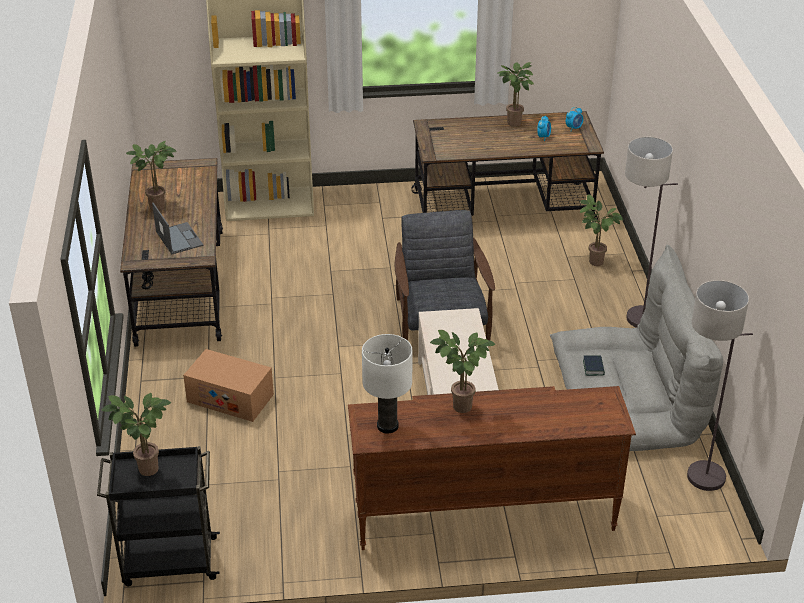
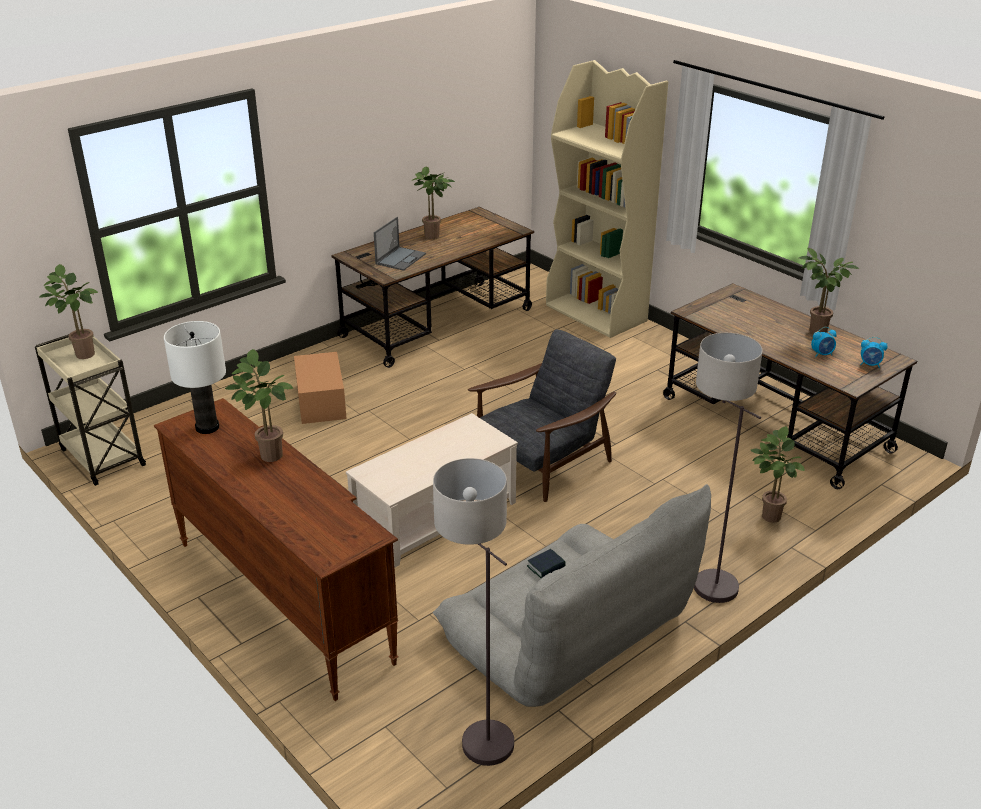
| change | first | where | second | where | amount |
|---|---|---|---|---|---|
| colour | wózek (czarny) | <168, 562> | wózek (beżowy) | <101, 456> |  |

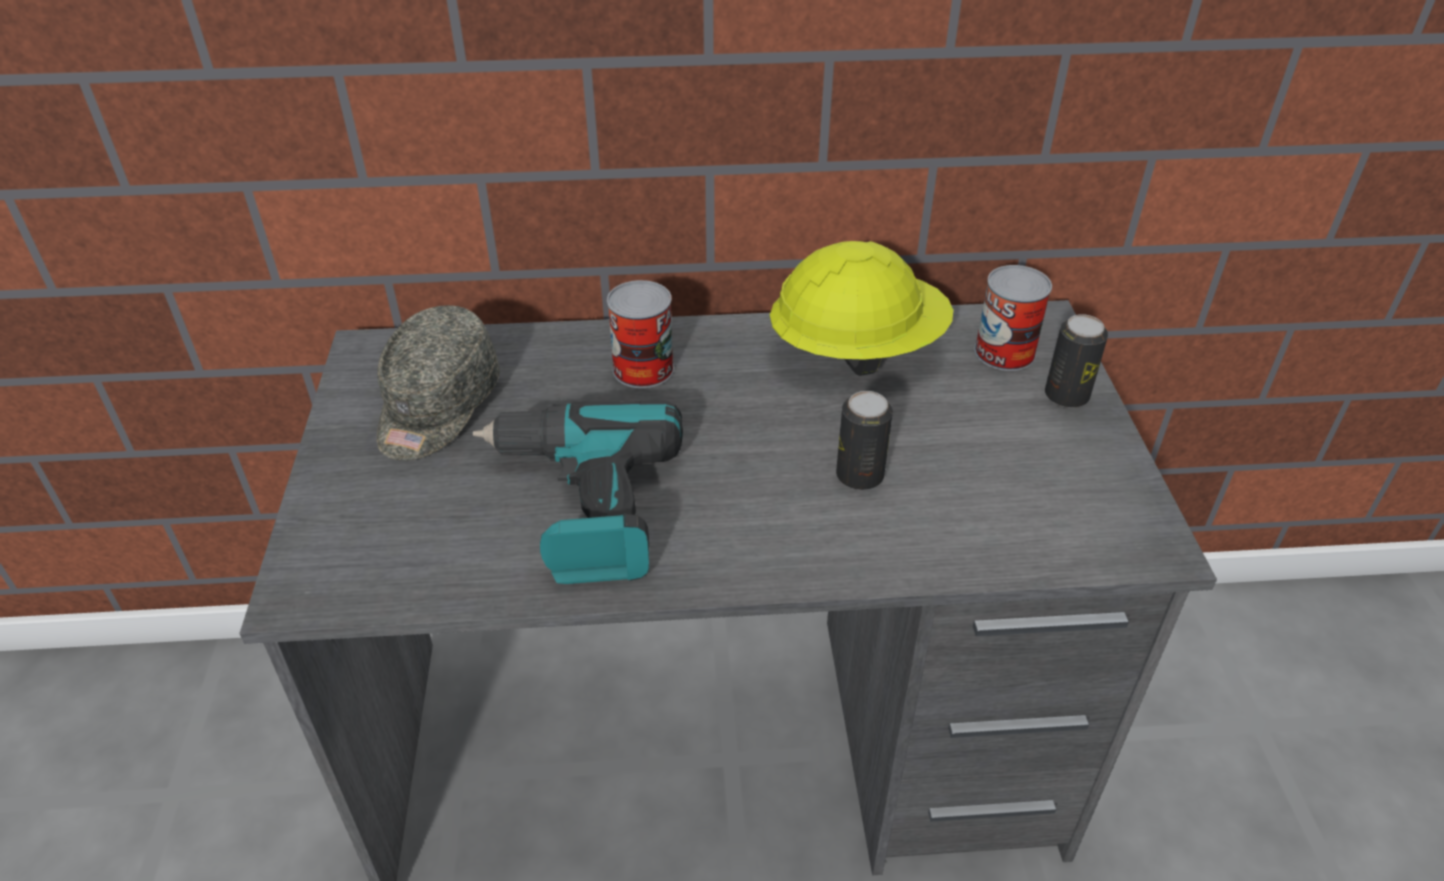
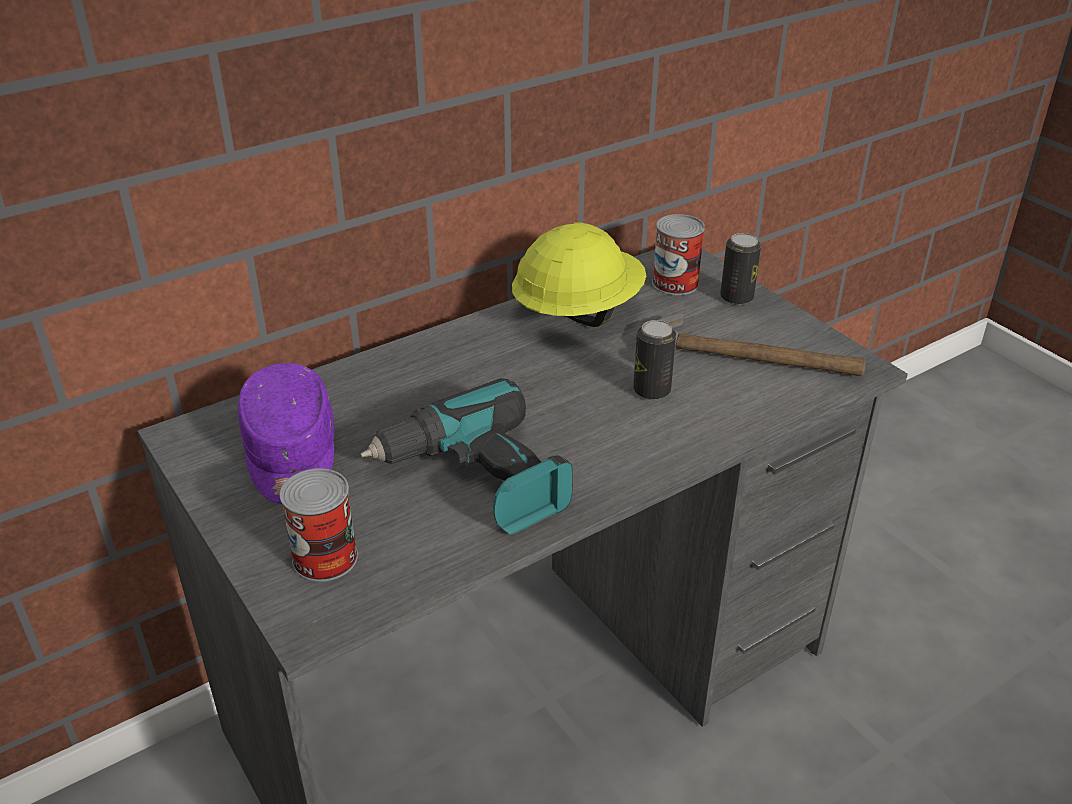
| change | first | where | second | where | amount |
|---|---|---|---|---|---|
| colour | czapka z daszkiem (szary) | <436, 408> | czapka z daszkiem (fioletowy) | <291, 456> |  |
| relocated | puszka | <643, 369> |  | <325, 558> |  |
| appeared |  |  | młotek | <752, 358> |  |

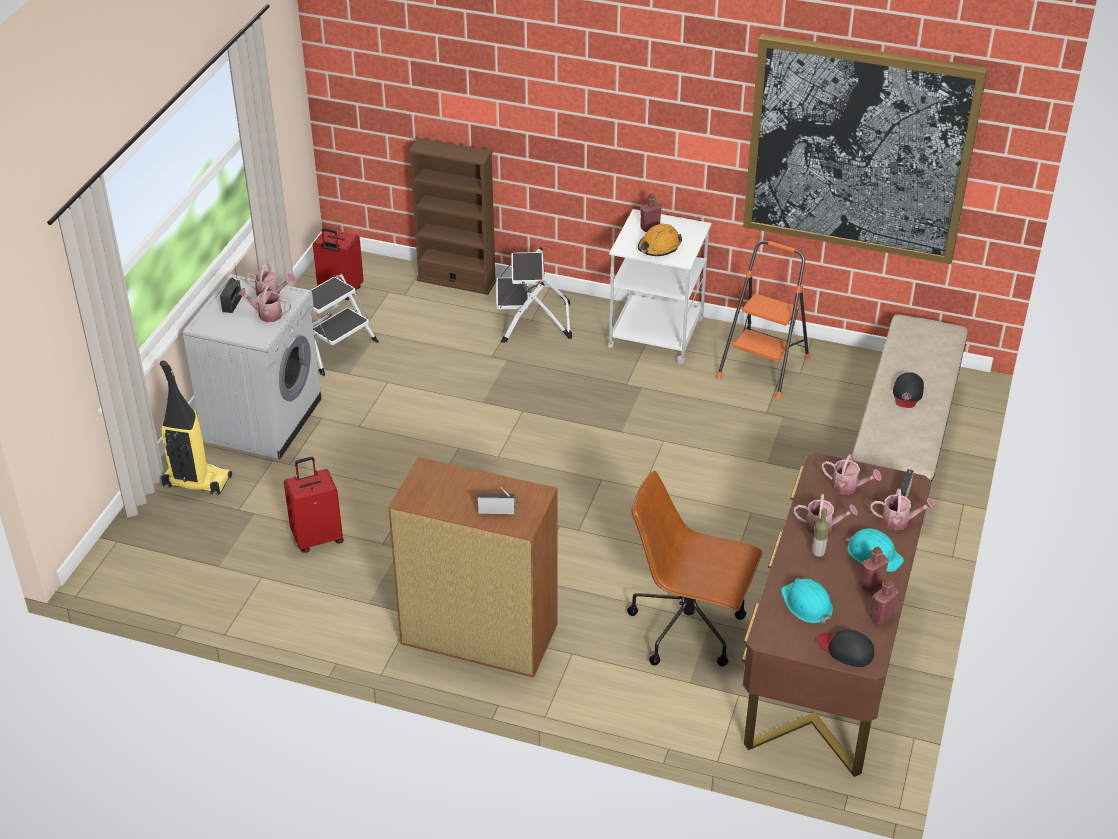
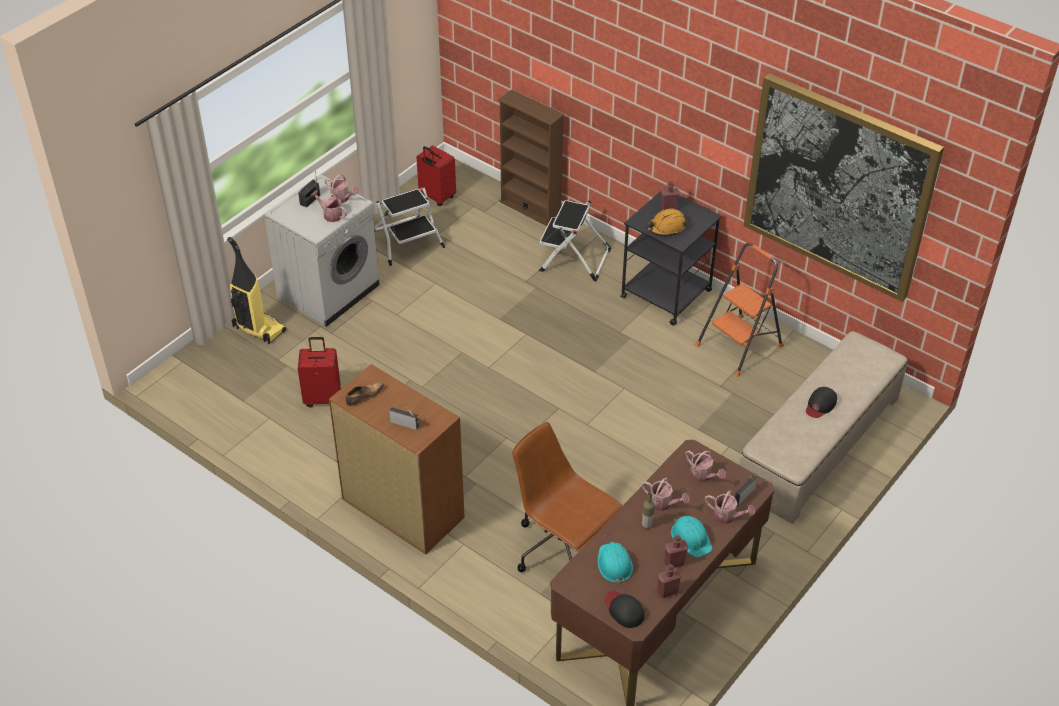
| change | first | where | second | where | amount |
|---|---|---|---|---|---|
| colour | wózek (biały) | <657, 334> | wózek (czarny) | <667, 295> |  |
| appeared |  |  | but | <363, 396> |  |

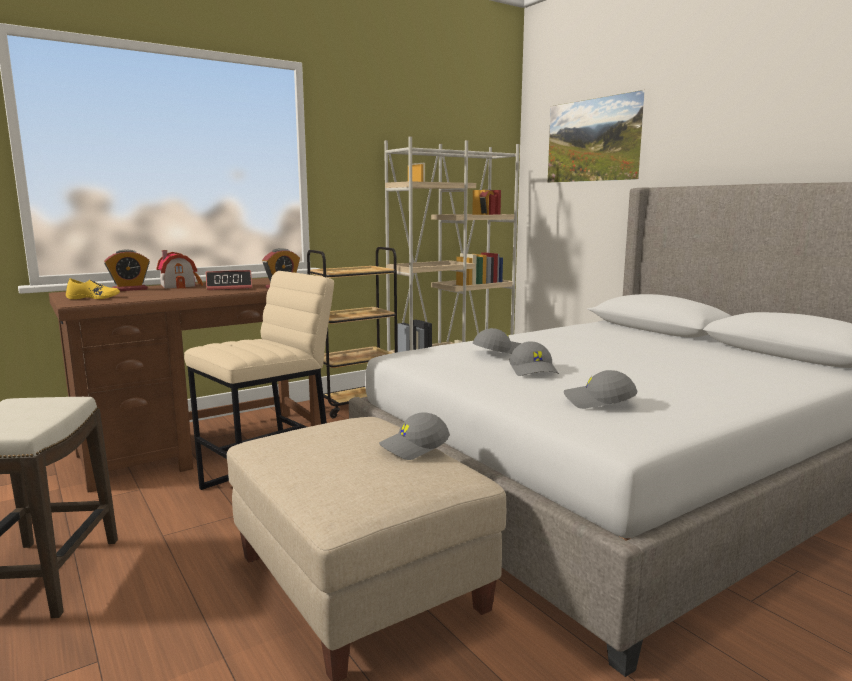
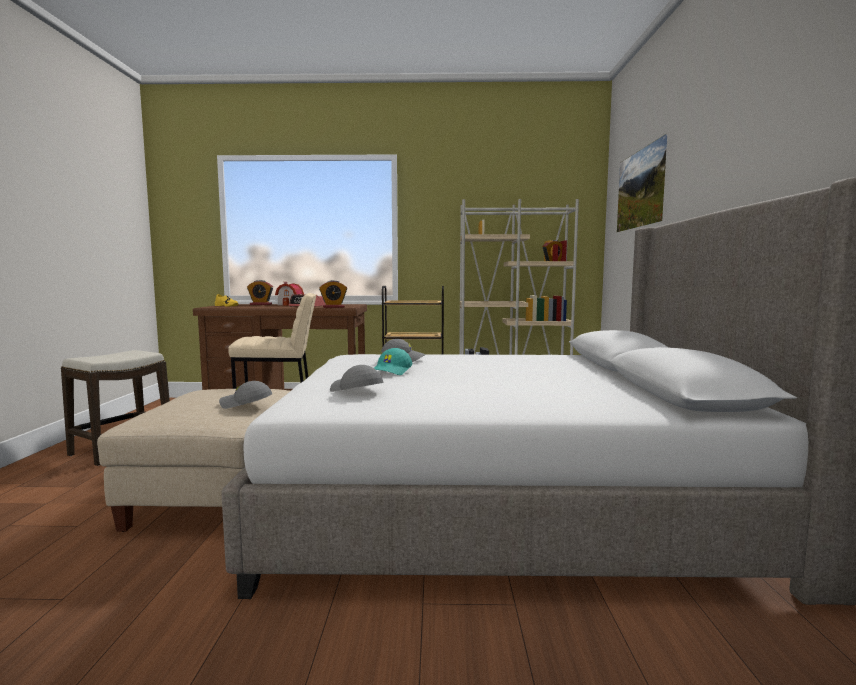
| change | first | where | second | where | amount |
|---|---|---|---|---|---|
| colour | czapka z daszkiem (szary) | <534, 370> | czapka z daszkiem (turkusowy) | <392, 371> |  |

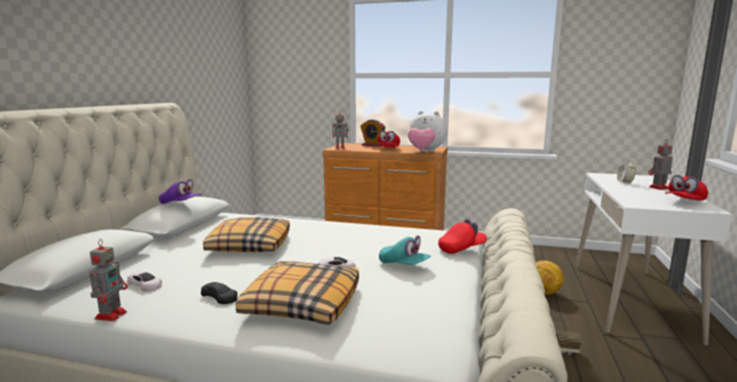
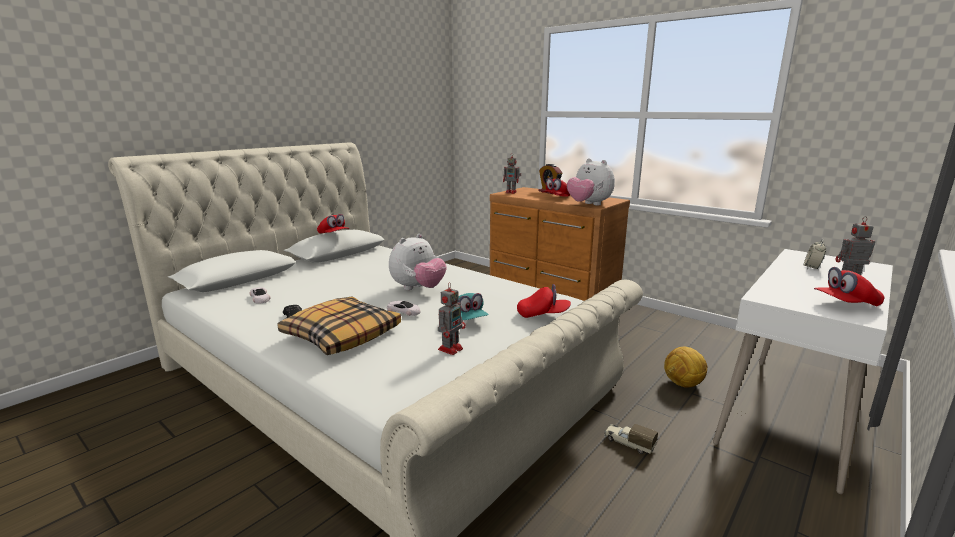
| change | first | where | second | where | amount |
|---|---|---|---|---|---|
| relocated | robot zabawkowy | <112, 314> |  | <451, 348> |  |
| colour | czapka z daszkiem (fioletowy) | <181, 204> | czapka z daszkiem (czerwony) | <333, 235> |  |
| missing | poduszka | <249, 245> |  |  |  |
| appeared |  |  | pluszak | <418, 289> |  |

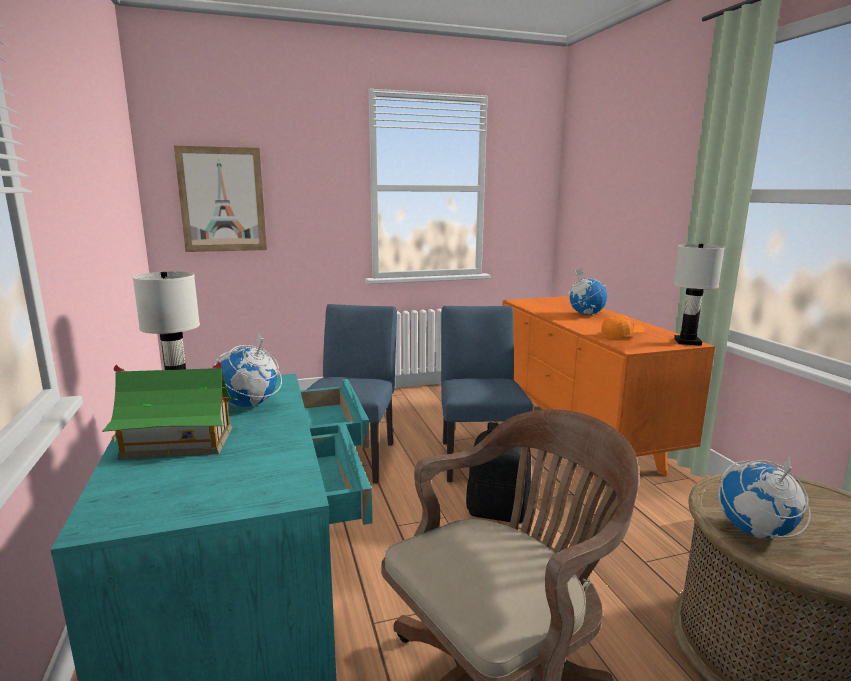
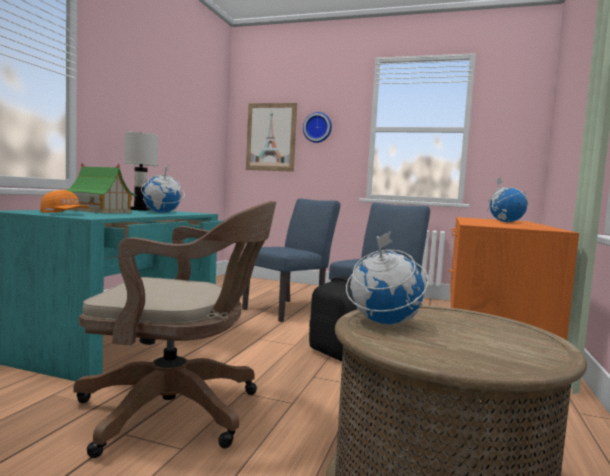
| change | first | where | second | where | amount |
|---|---|---|---|---|---|
| relocated | czapka z daszkiem (pomarańczowy) | <621, 335> |  | <65, 214> |  |
| missing | lampa stołowa (biały) | <687, 342> |  |  |  |
| appeared |  |  | zegar ścienny | <318, 127> |  |

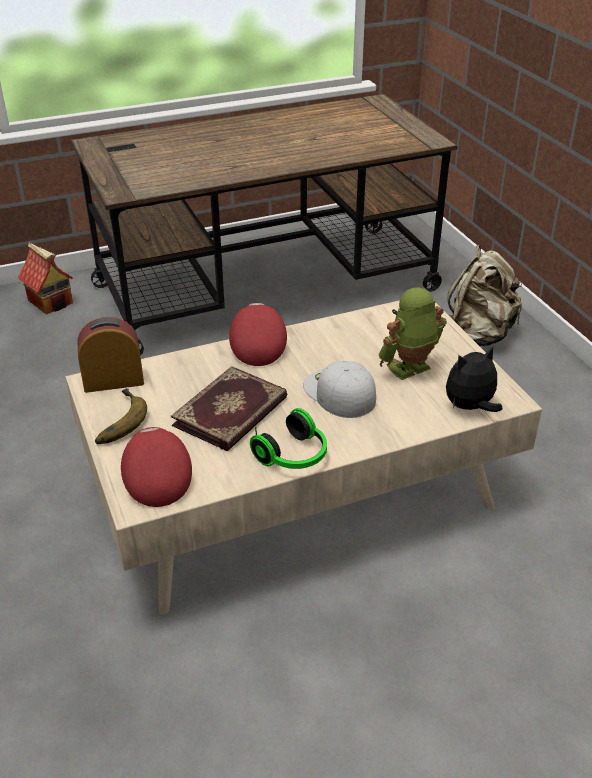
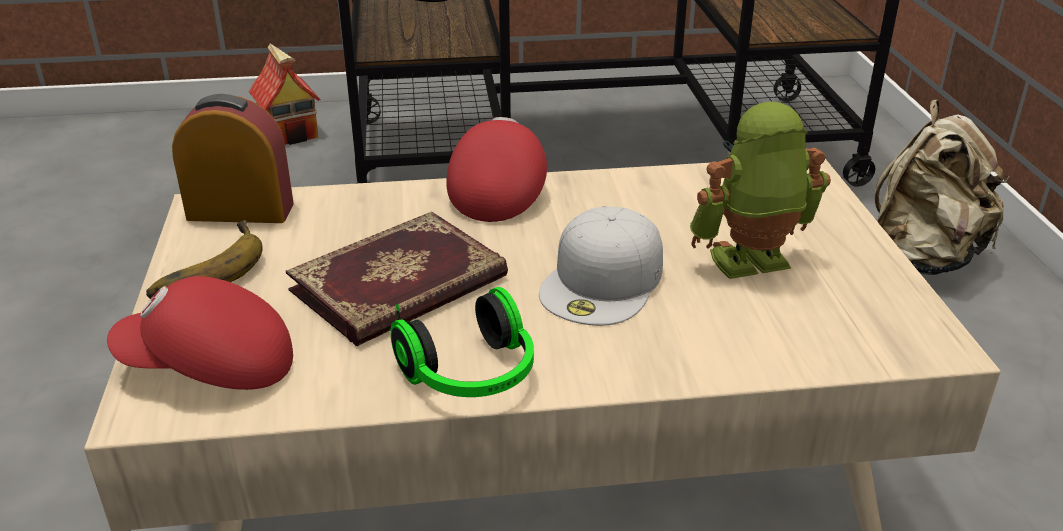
| change | first | where | second | where | amount |
|---|---|---|---|---|---|
| spun | czapka z daszkiem (czerwony) | <156, 477> |  | <210, 368> | 90 degrees counterclockwise |
| spun | czapka z daszkiem (biały) | <338, 392> |  | <603, 282> | 135 degrees counterclockwise |
| missing | pluszak | <470, 407> |  |  |  |

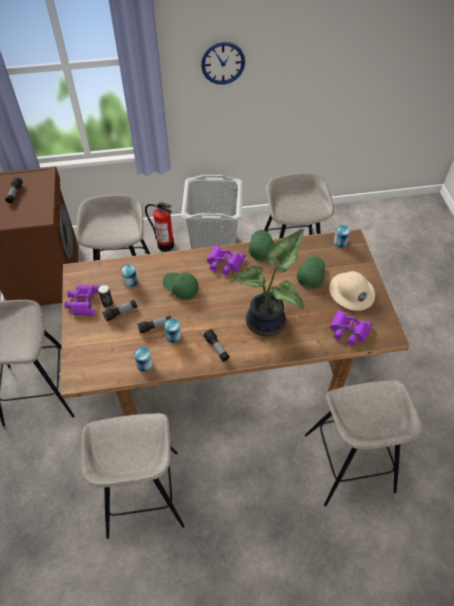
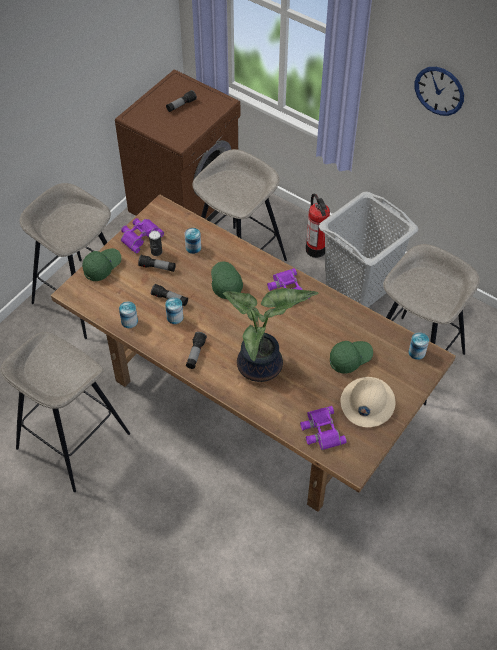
| change | first | where | second | where | amount |
|---|---|---|---|---|---|
| relocated | czapka z daszkiem (zielony) | <261, 248> |  | <102, 267> |  |
| missing | stołek (szary) | <348, 463> |  |  |  |

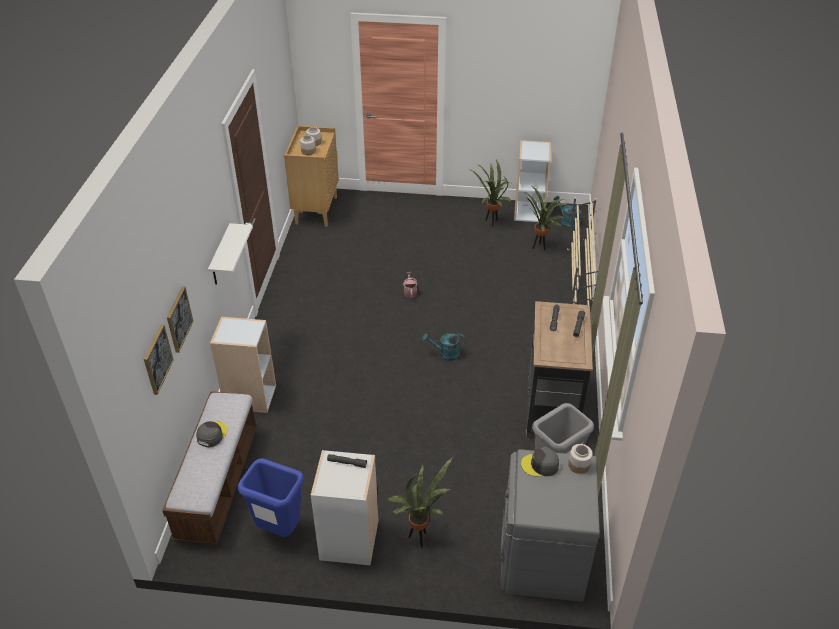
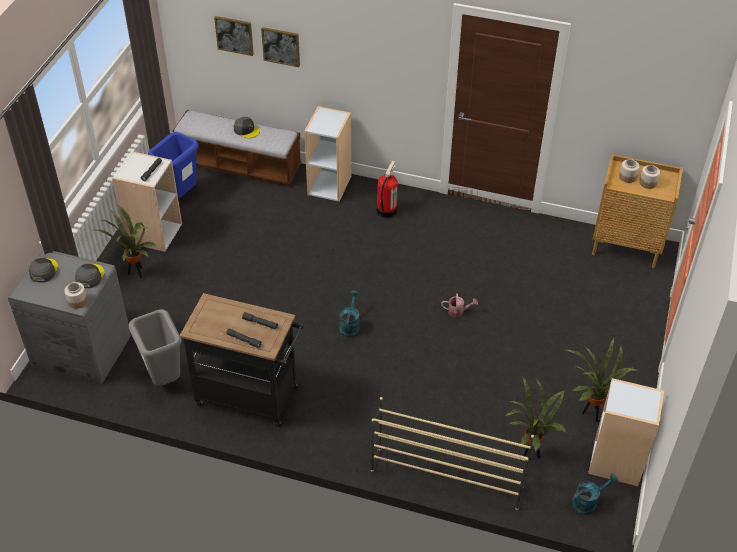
| change | first | where | second | where | amount |
|---|---|---|---|---|---|
| missing | półka (biały) | <221, 256> |  |  |  |
| appeared |  |  | czapka z daszkiem (szary) | <43, 271> |  |
| appeared |  |  | gaśnica | <386, 210> |  |

